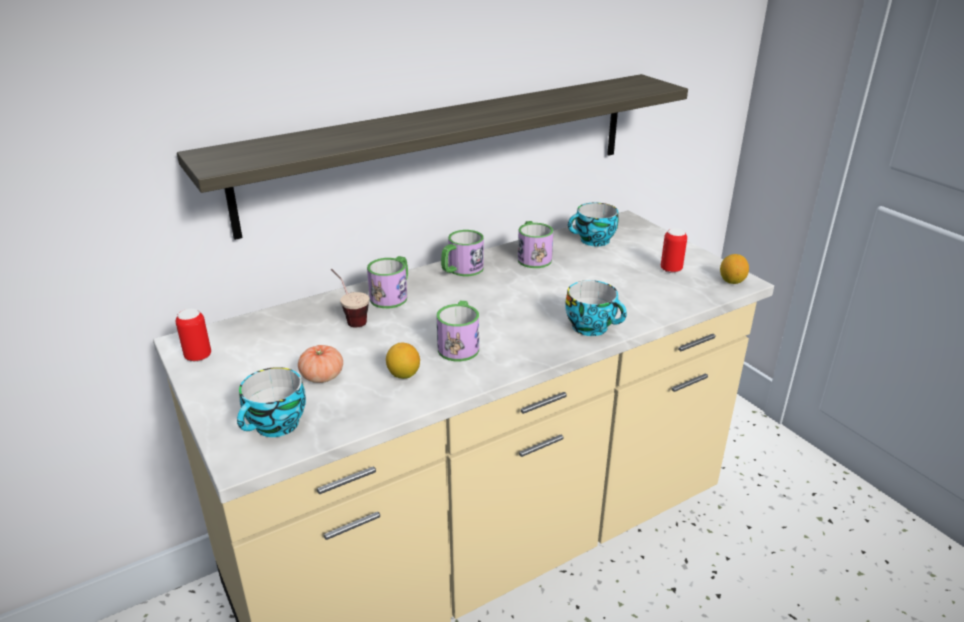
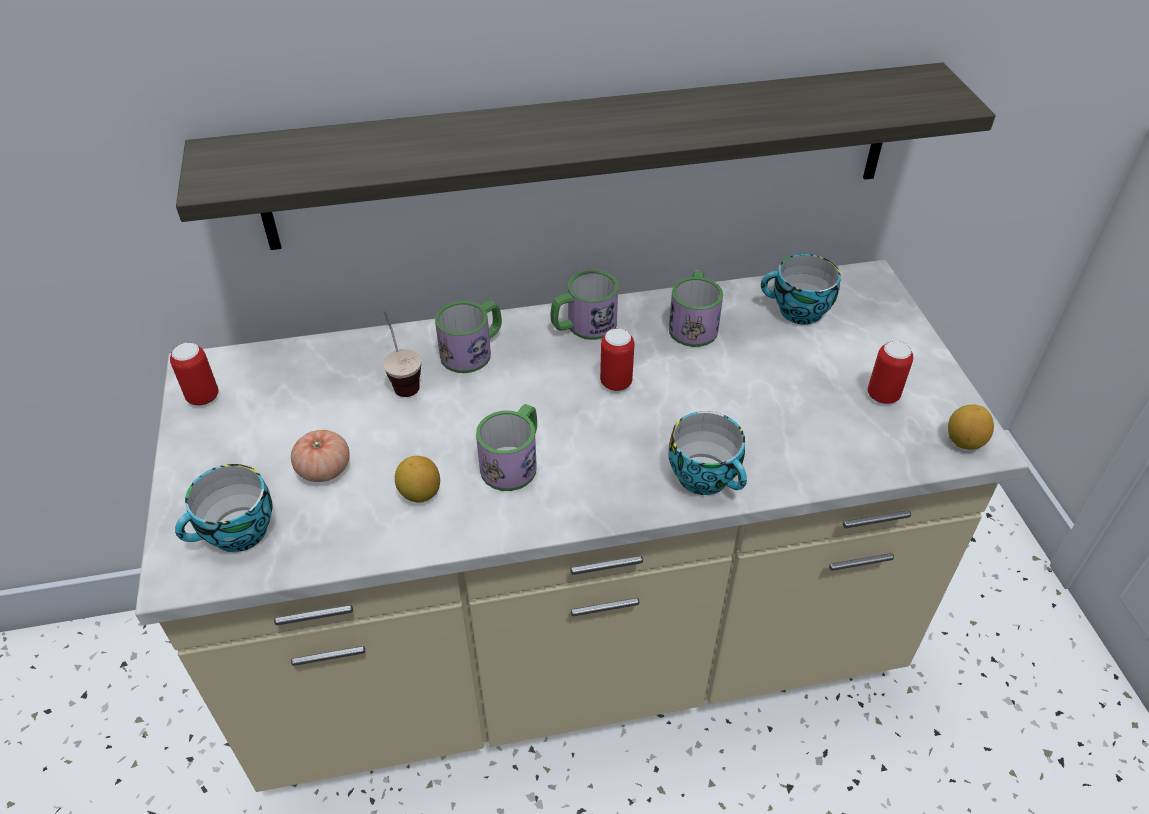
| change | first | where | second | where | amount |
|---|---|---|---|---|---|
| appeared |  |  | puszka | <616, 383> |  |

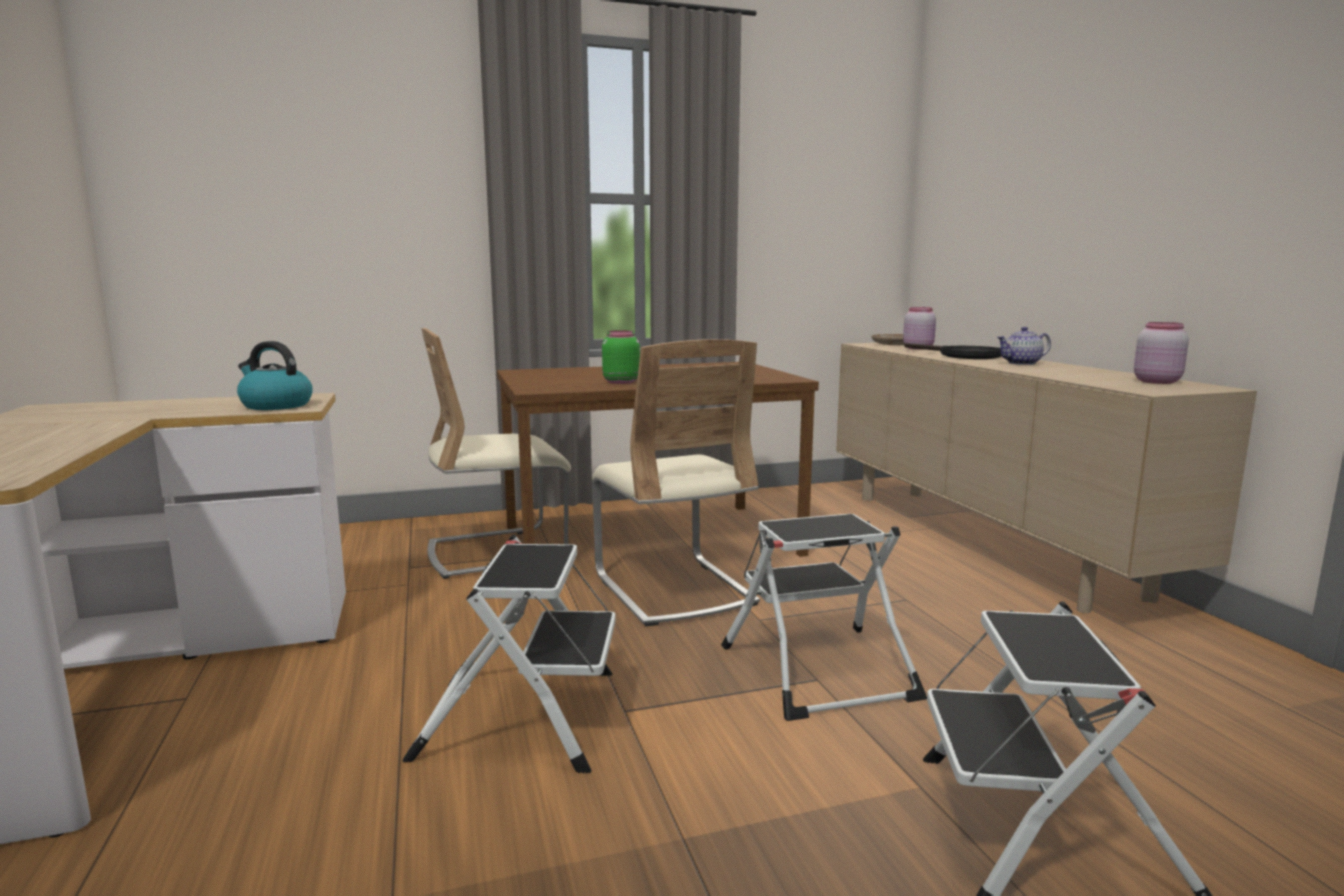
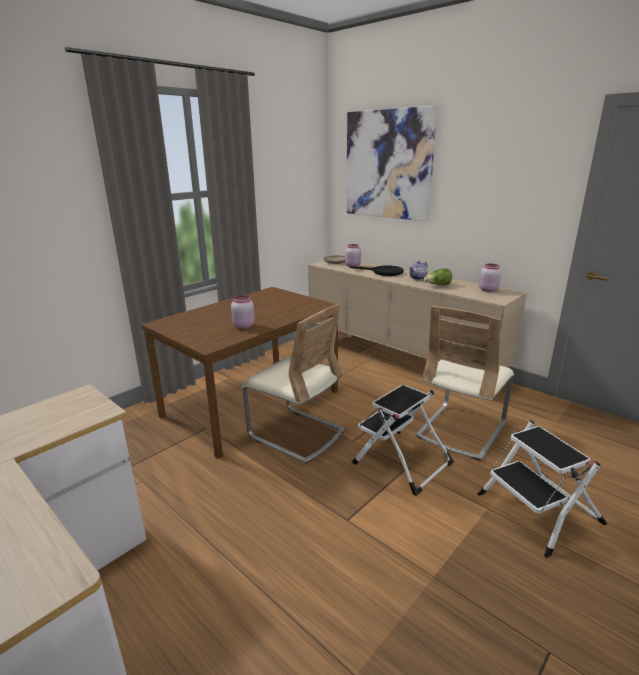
| change | first | where | second | where | amount |
|---|---|---|---|---|---|
| missing | czajnik | <275, 405> |  |  |  |
| missing | drabinka | <521, 716> |  |  |  |
| relocated | krzesło (beżowy) | <497, 552> |  | <460, 430> |  |
| colour | słoik (zielony) | <620, 382> | słoik (różowy) | <243, 326> |  |
| appeared |  |  | obraz | <388, 165> |  |
| appeared |  |  | sałata | <438, 285> |  |

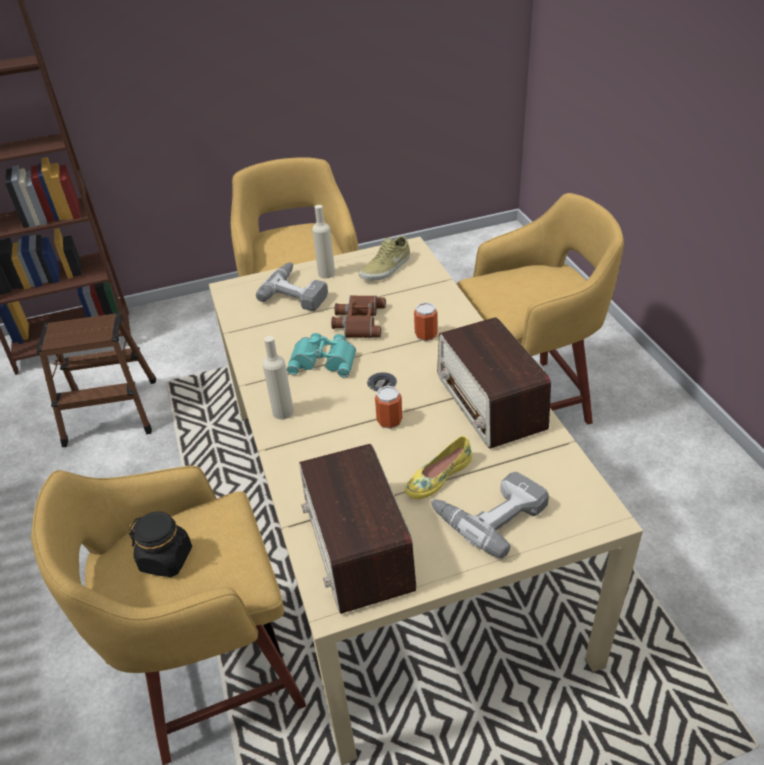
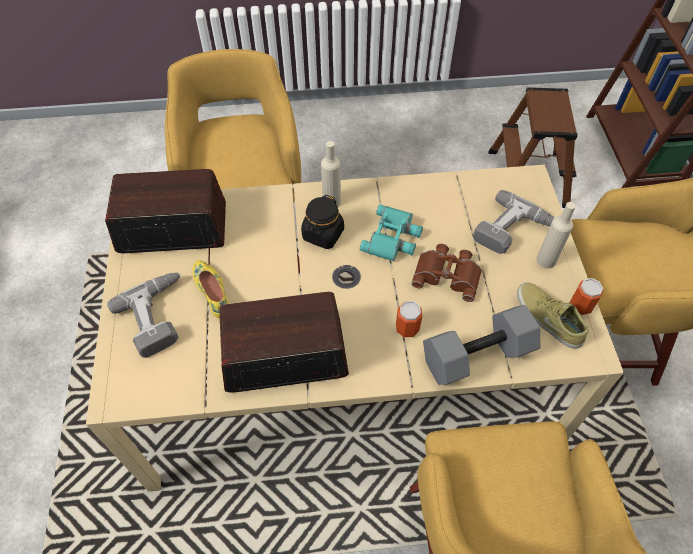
| change | first | where | second | where | amount |
|---|---|---|---|---|---|
| relocated | słoik (czarny) | <166, 558> |  | <323, 234> |  |
| relocated | puszka | <389, 421> |  | <580, 306> |  |
| appeared |  |  | hantel (szary) | <477, 357> |  |

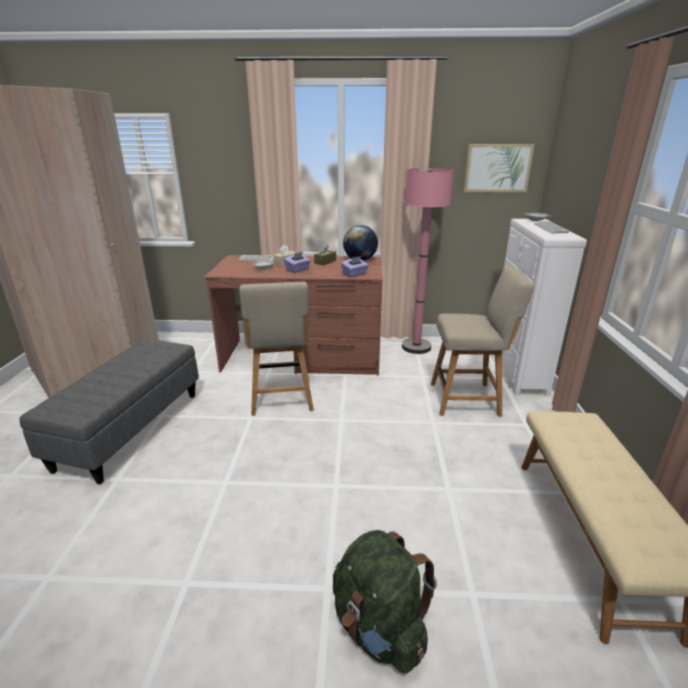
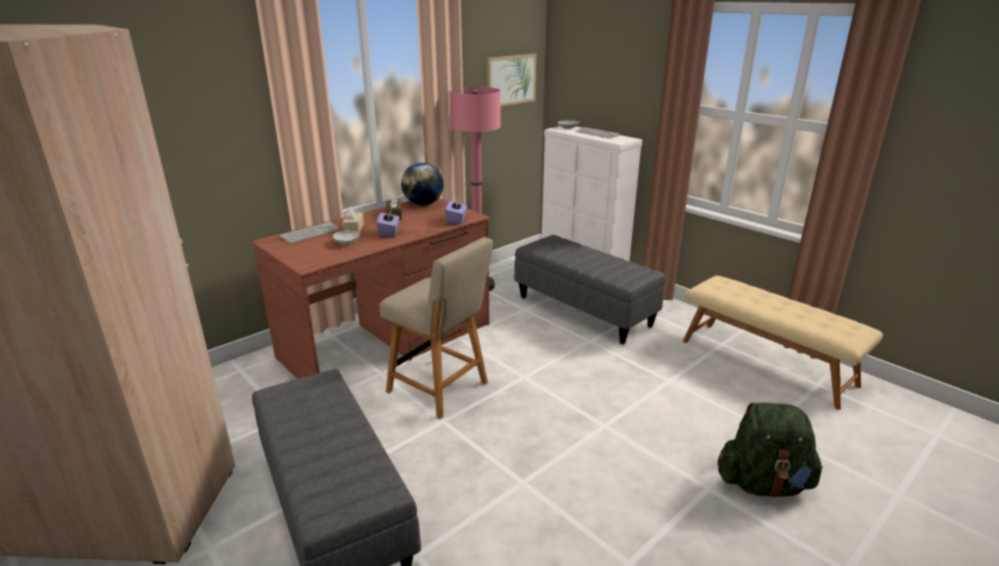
| change | first | where | second | where | amount |
|---|---|---|---|---|---|
| exchanged | krzesło (beżowy) | <468, 399> | pufa (szary) | <584, 311> |  |

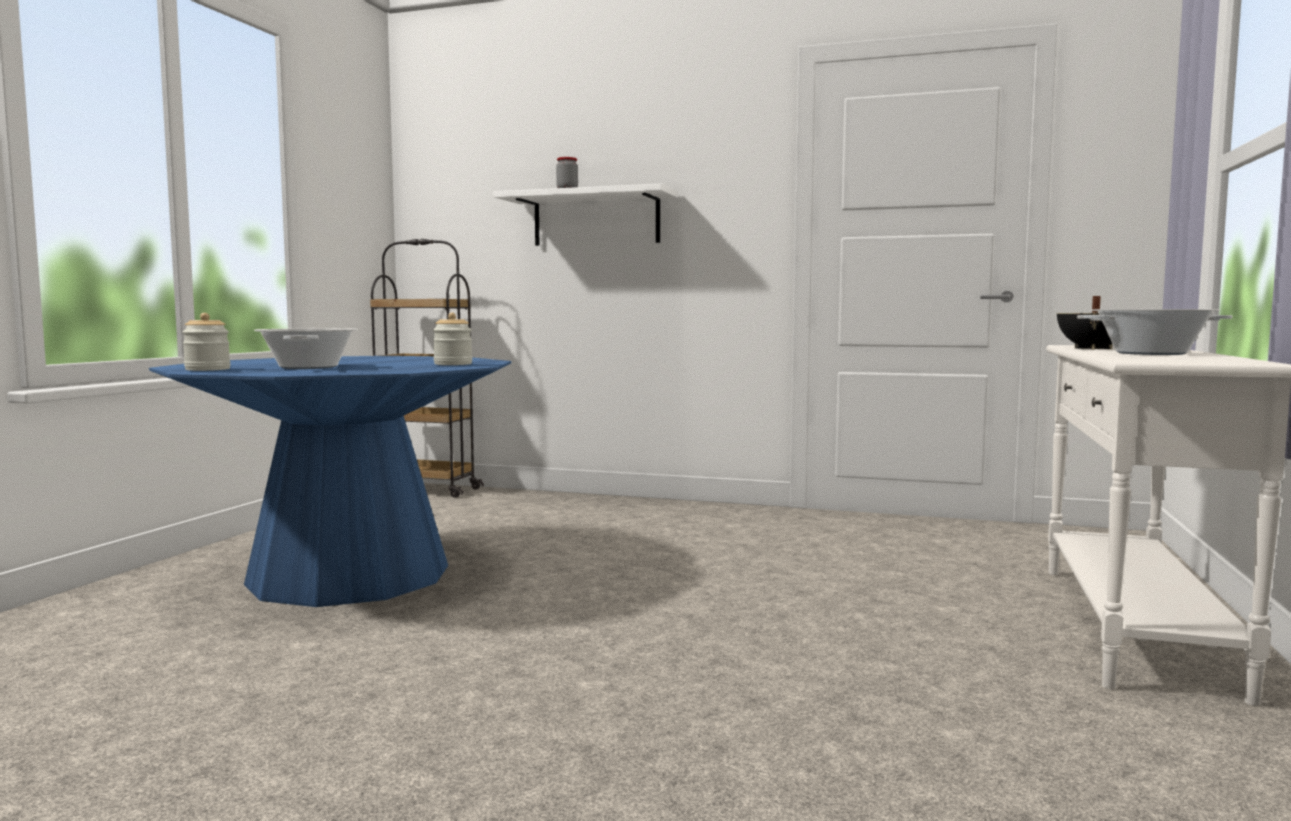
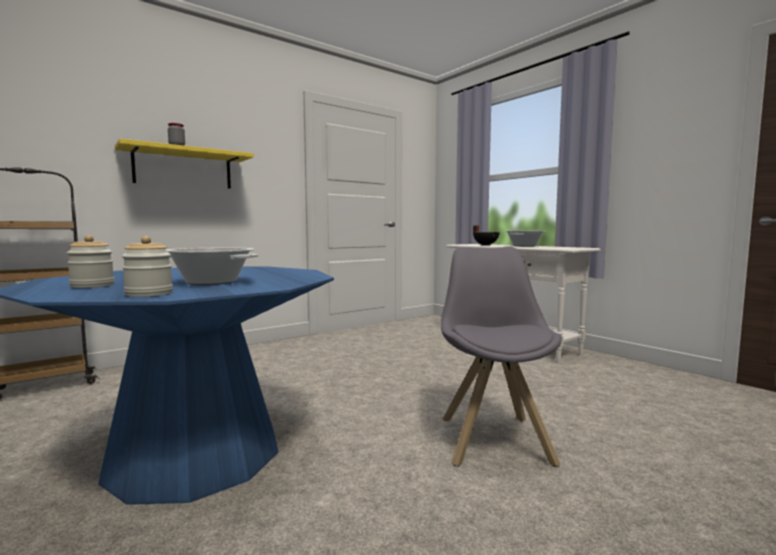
| change | first | where | second | where | amount |
|---|---|---|---|---|---|
| relocated | słoik | <453, 364> |  | <92, 285> |  |
| colour | półka (biały) | <596, 219> | półka (żółty) | <183, 169> |  |
| appeared |  |  | krzesło (szary) | <493, 439> |  |

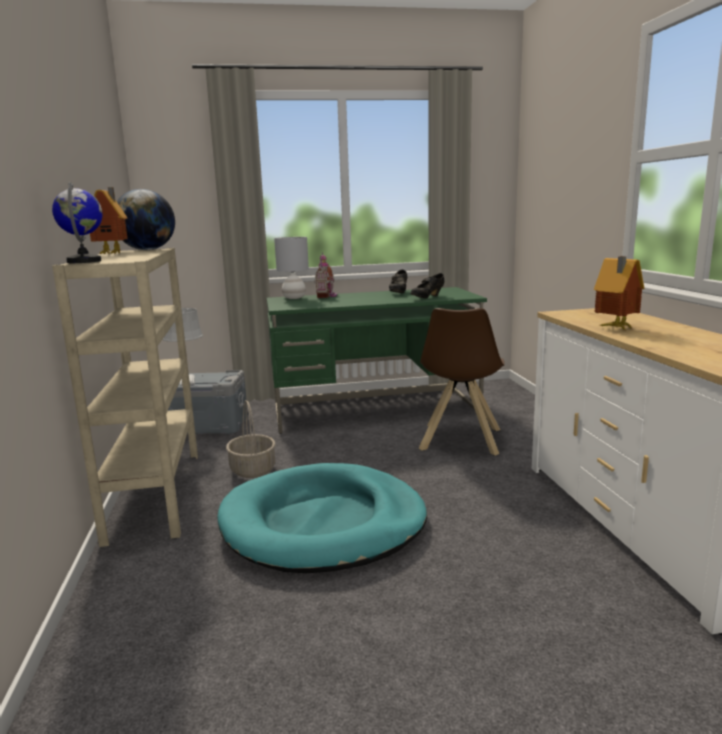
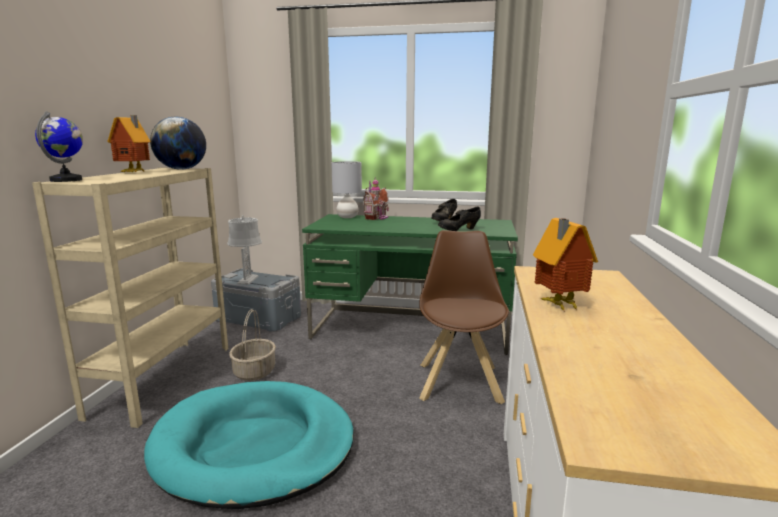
| change | first | where | second | where | amount |
|---|---|---|---|---|---|
| spun | krzesło (brązowy) | <460, 440> |  | <459, 381> | 150 degrees clockwise |

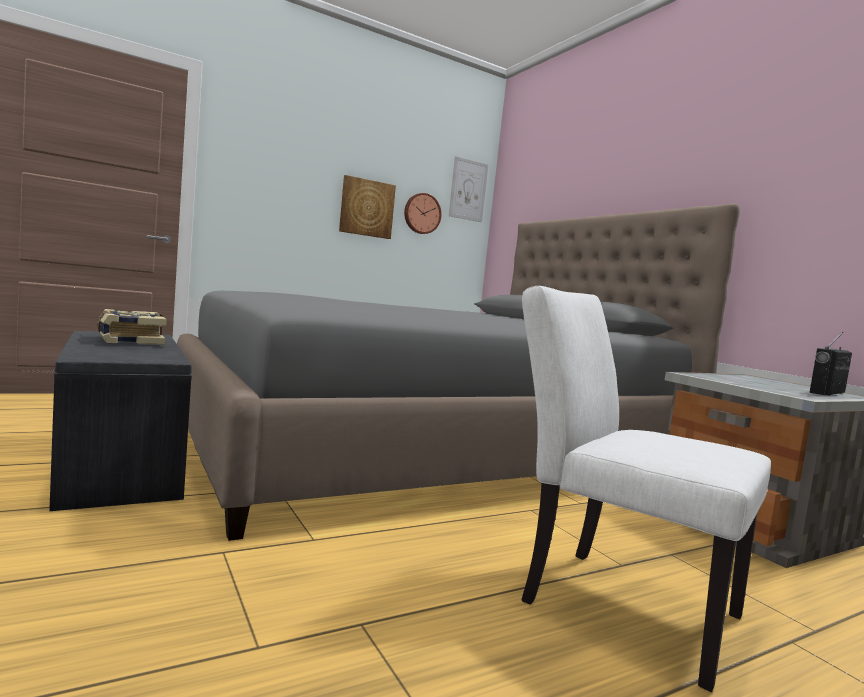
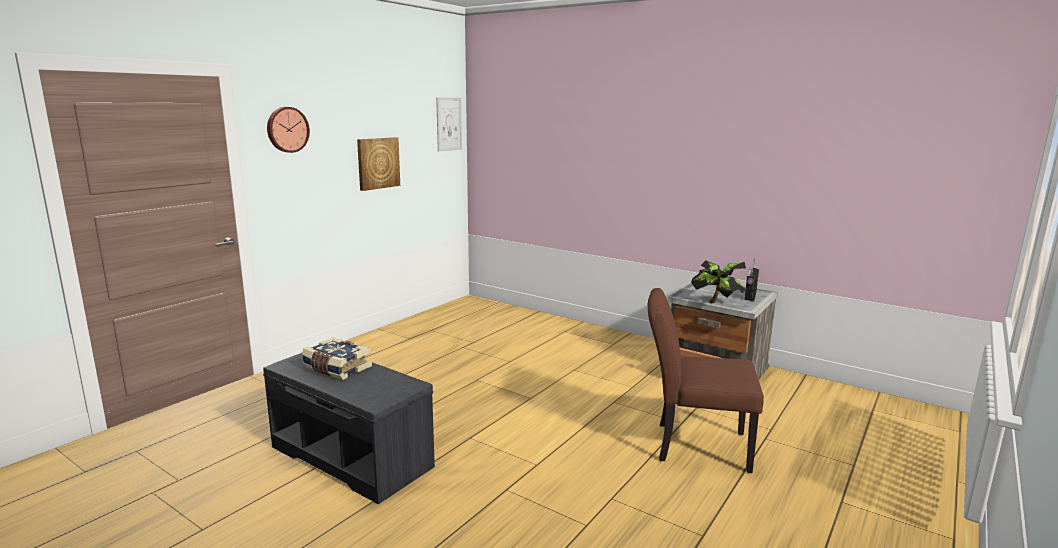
| change | first | where | second | where | amount |
|---|---|---|---|---|---|
| missing | łóżko (szary) | <428, 447> |  |  |  |
| relocated | zegar ścienny | <421, 213> |  | <287, 129> |  |
| colour | krzesło (biały) | <614, 601> | krzesło (brązowy) | <693, 445> |  |
| appeared |  |  | roślina doniczkowa | <717, 304> |  |

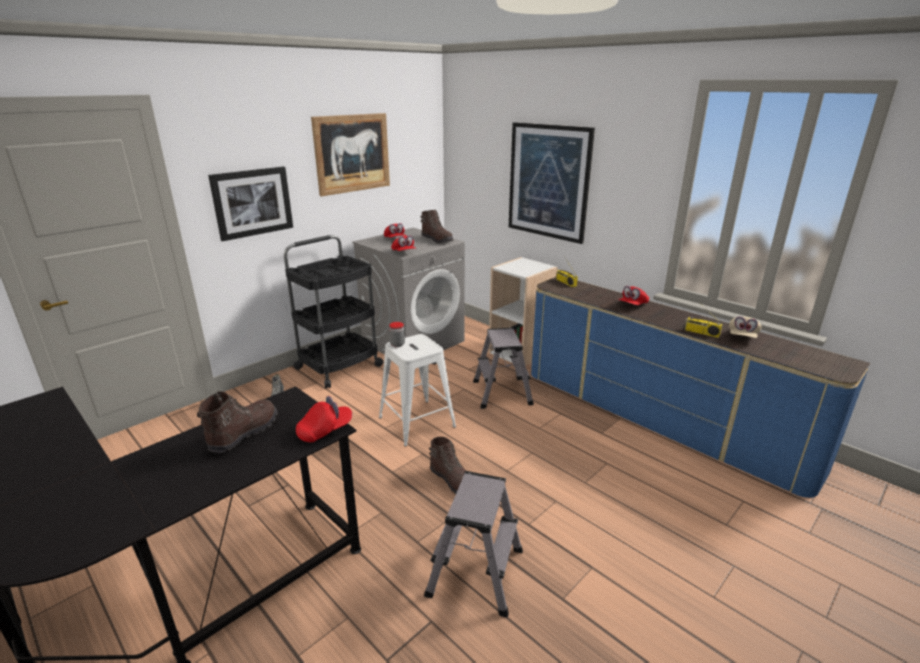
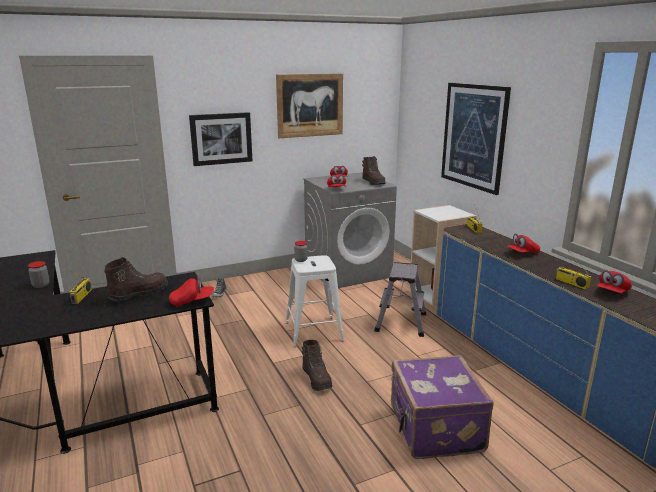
| change | first | where | second | where | amount |
|---|---|---|---|---|---|
| missing | wózek (czarny) | <339, 367> |  |  |  |
| missing | drabinka (szary) | <475, 572> |  |  |  |
| colour | czapka z daszkiem (beżowy) | <742, 337> | czapka z daszkiem (czerwony) | <612, 292> |  |
| appeared |  |  | słoik | <41, 285> |  |
| appeared |  |  | radio | <82, 297> |  |
| appeared |  |  | walizka (fioletowy) | <434, 429> |  |

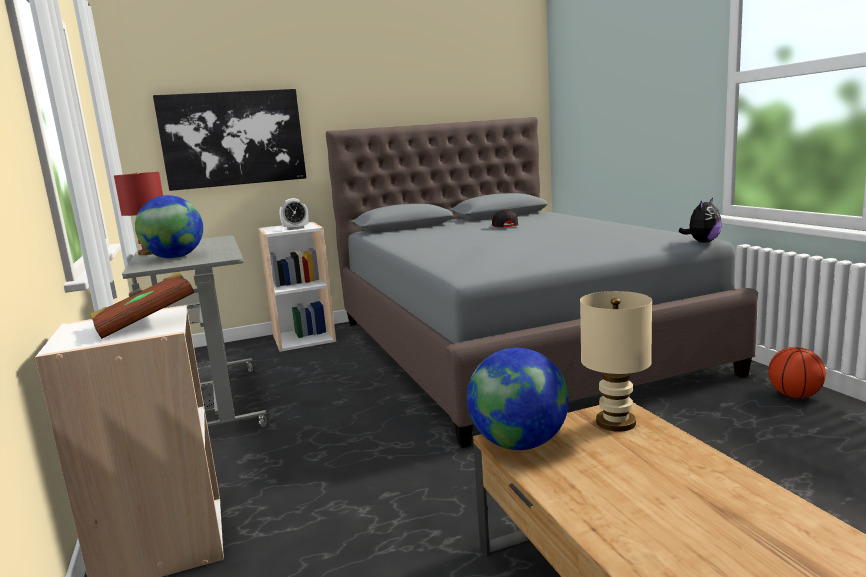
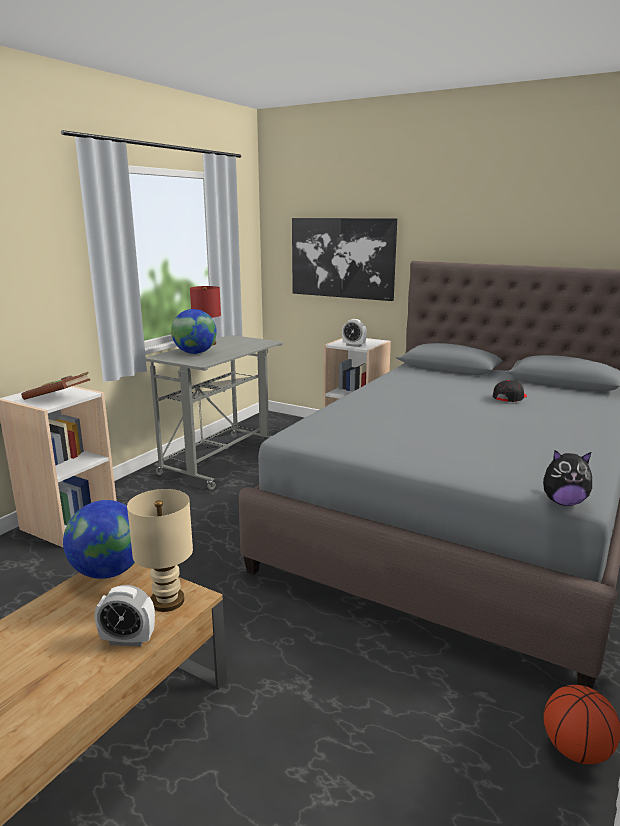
| change | first | where | second | where | amount |
|---|---|---|---|---|---|
| appeared |  |  | budzik | <128, 640> |  |

